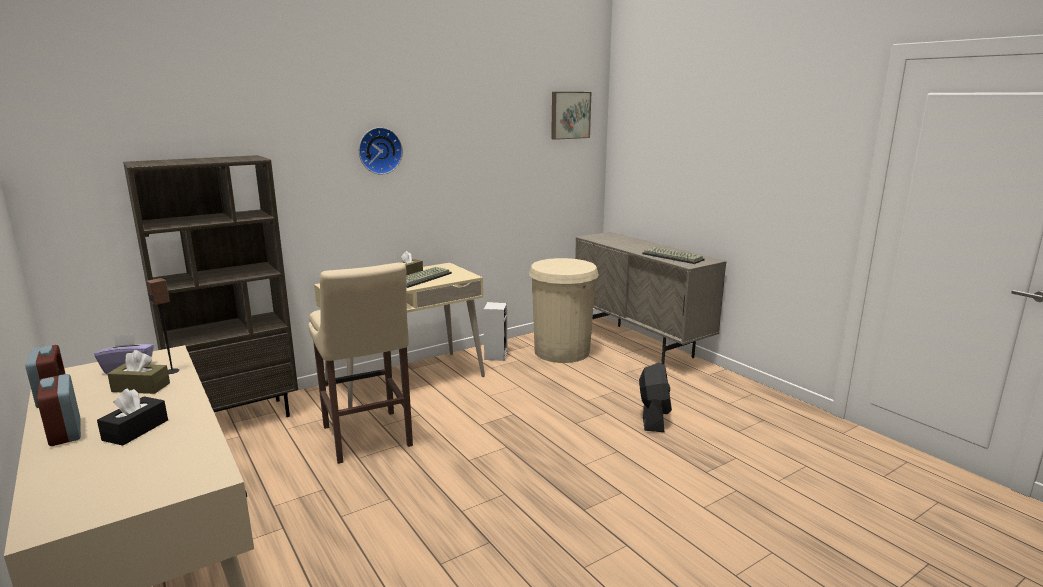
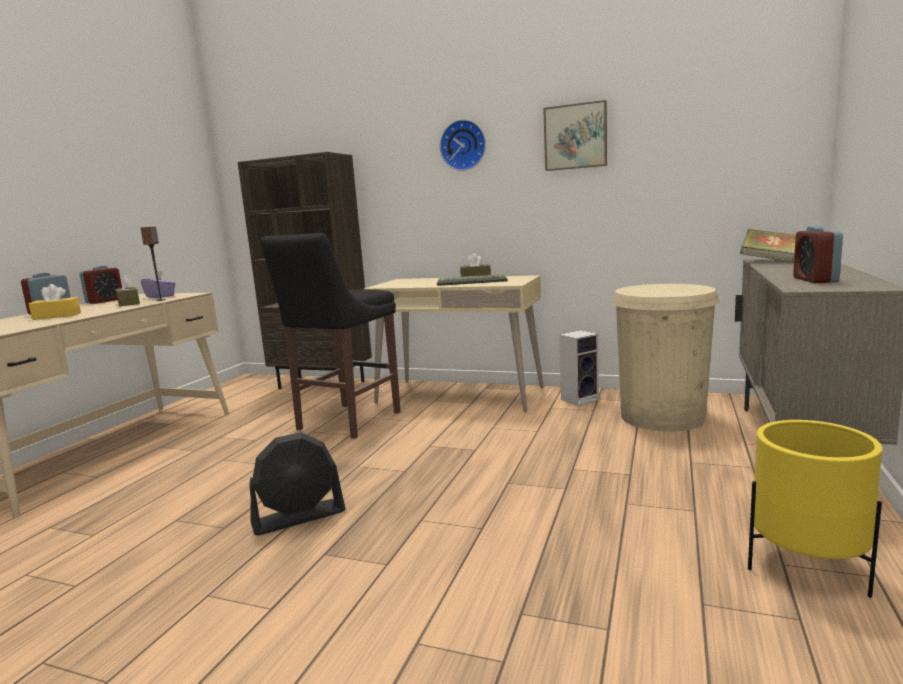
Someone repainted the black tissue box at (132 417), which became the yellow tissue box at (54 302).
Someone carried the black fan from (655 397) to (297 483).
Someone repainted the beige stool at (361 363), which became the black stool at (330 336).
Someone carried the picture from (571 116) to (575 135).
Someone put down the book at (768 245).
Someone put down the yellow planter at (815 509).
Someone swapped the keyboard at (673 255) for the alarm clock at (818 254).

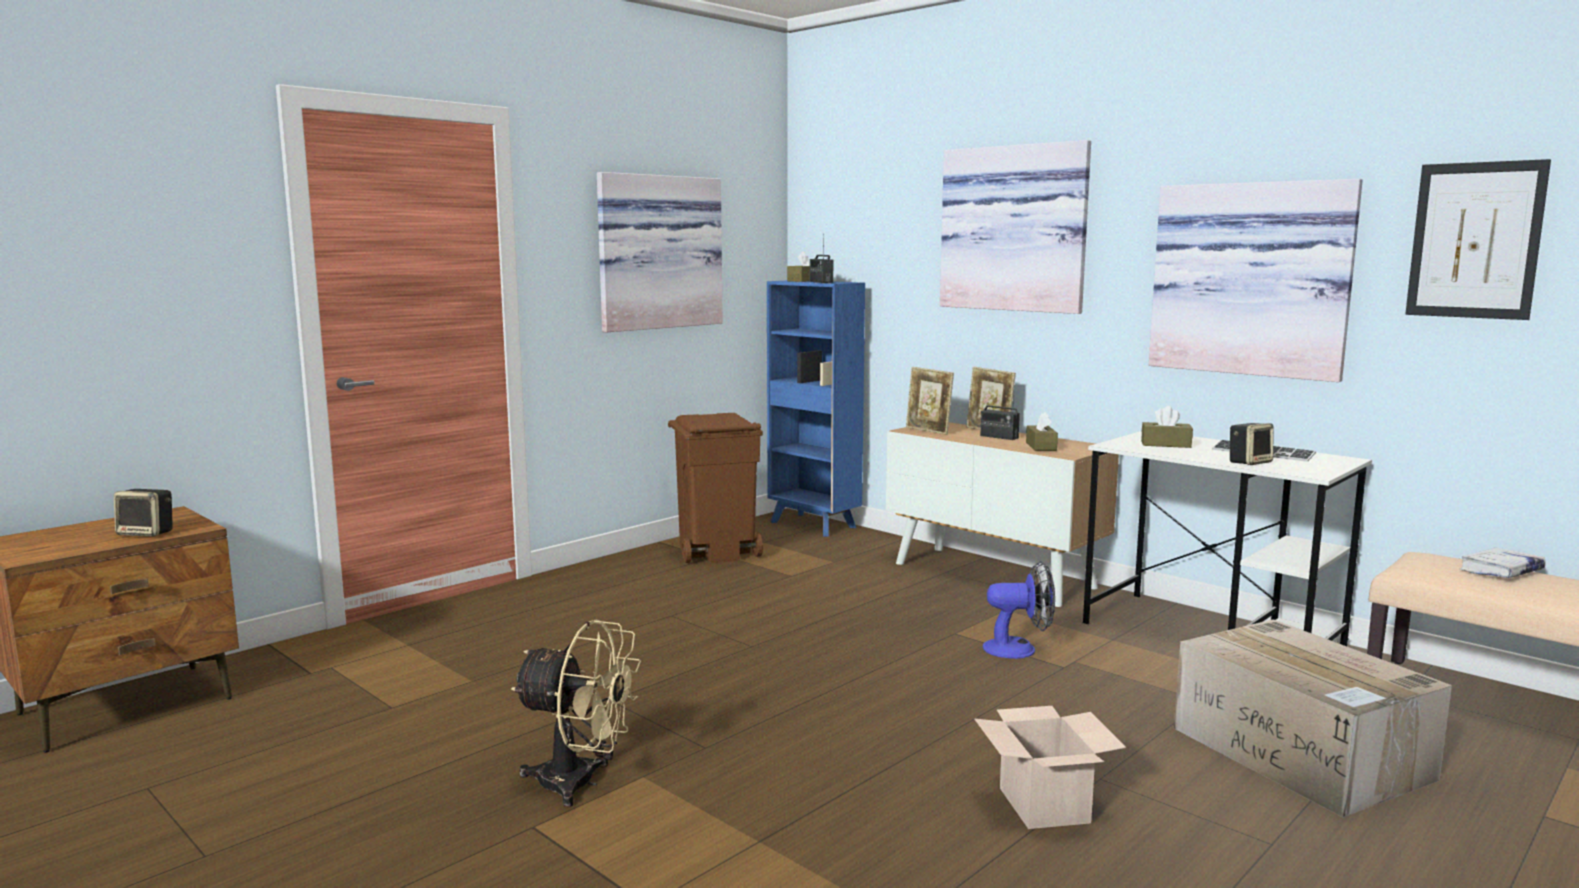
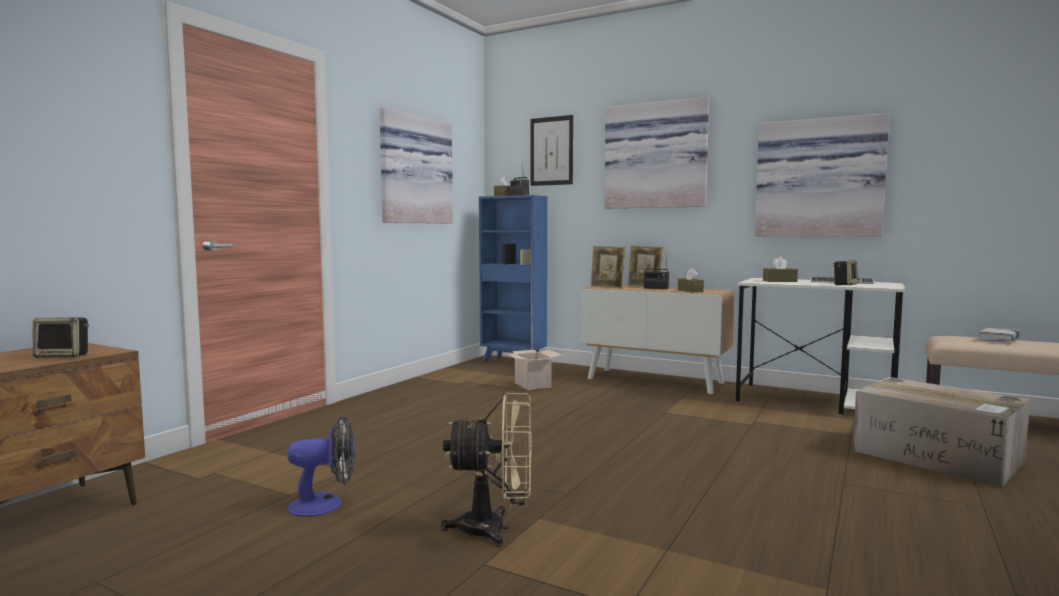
Someone carried the fan from (1019 610) to (321 466).
Someone carried the cardboard box from (1050 767) to (533 370).
Someone carried the picture from (1478 239) to (551 150).
Someone took away the brown trash can at (715 488).

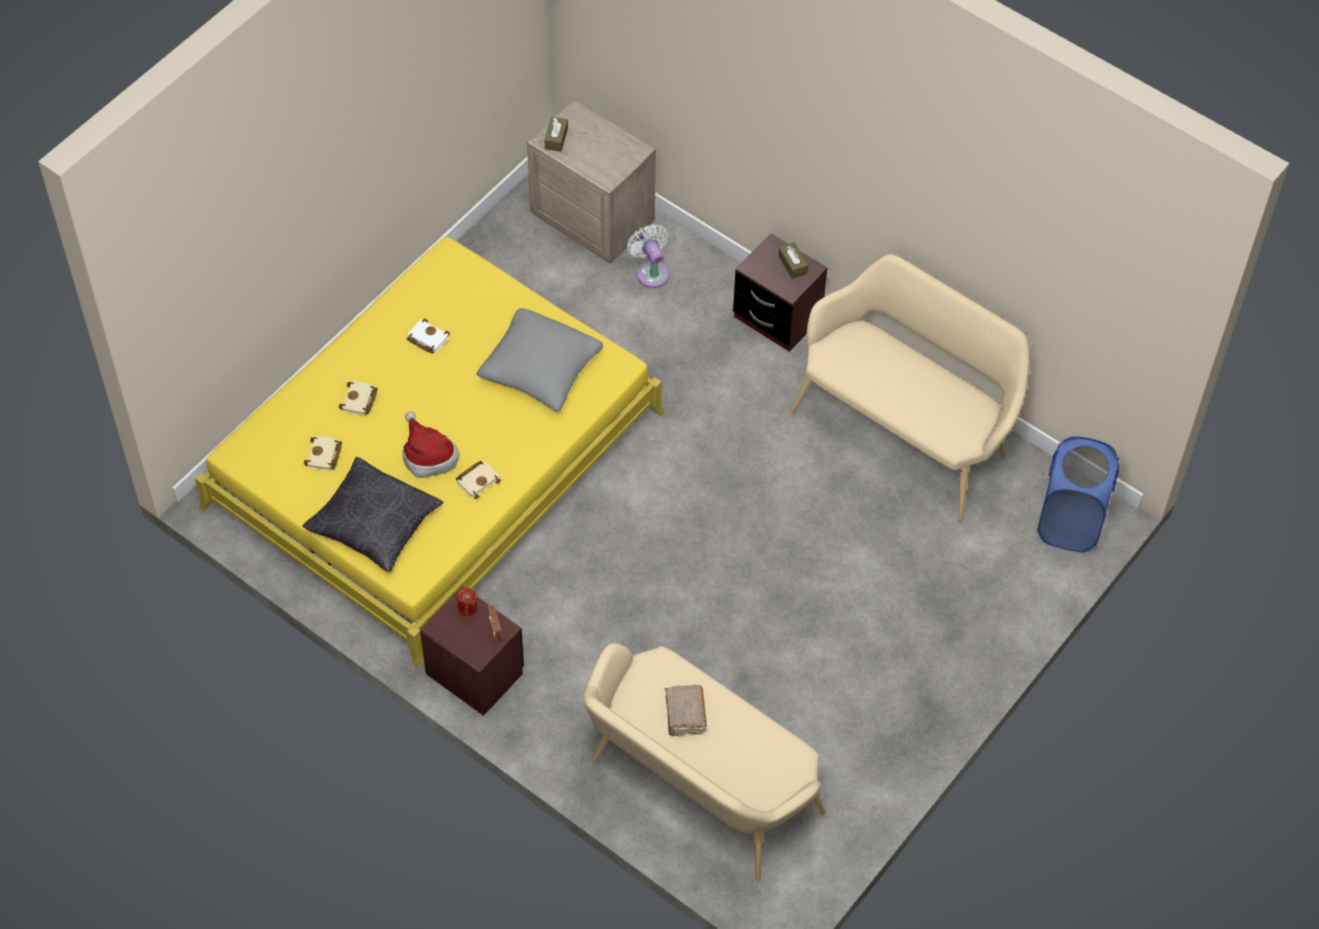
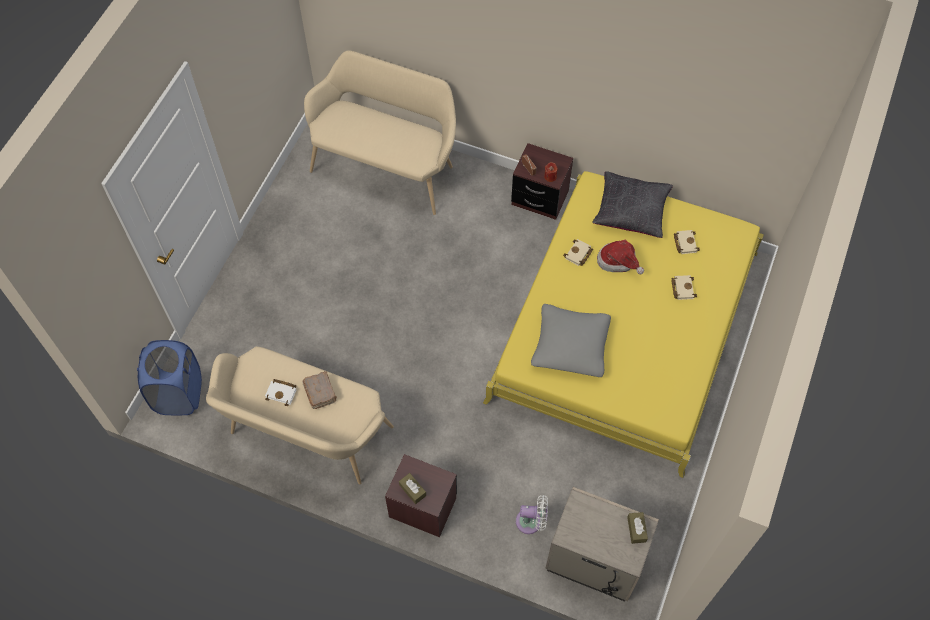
Someone carried the white book from (428 336) to (280 393).
Someone carried the brown book from (686 710) to (319 390).
Someone rotated the white fan at (648 256) by 45 degrees counterclockwise.

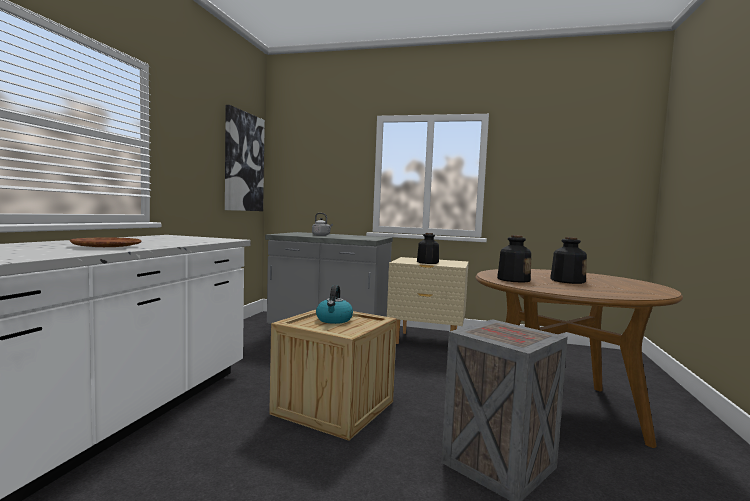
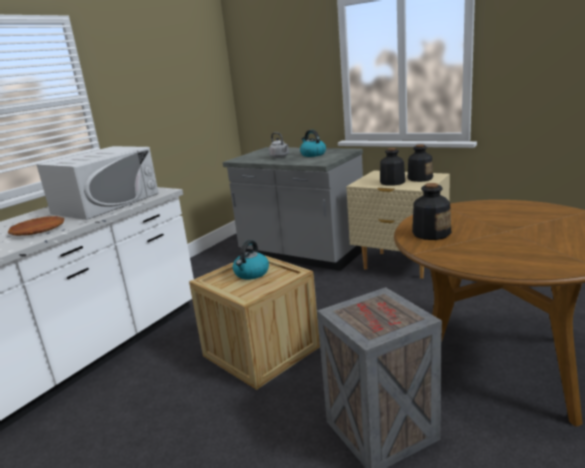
Someone put down the white microwave at (98 183).
Someone put down the kettle at (313 143).
Someone carried the bottle from (568 260) to (420 163).
Someone took away the picture at (245 158).

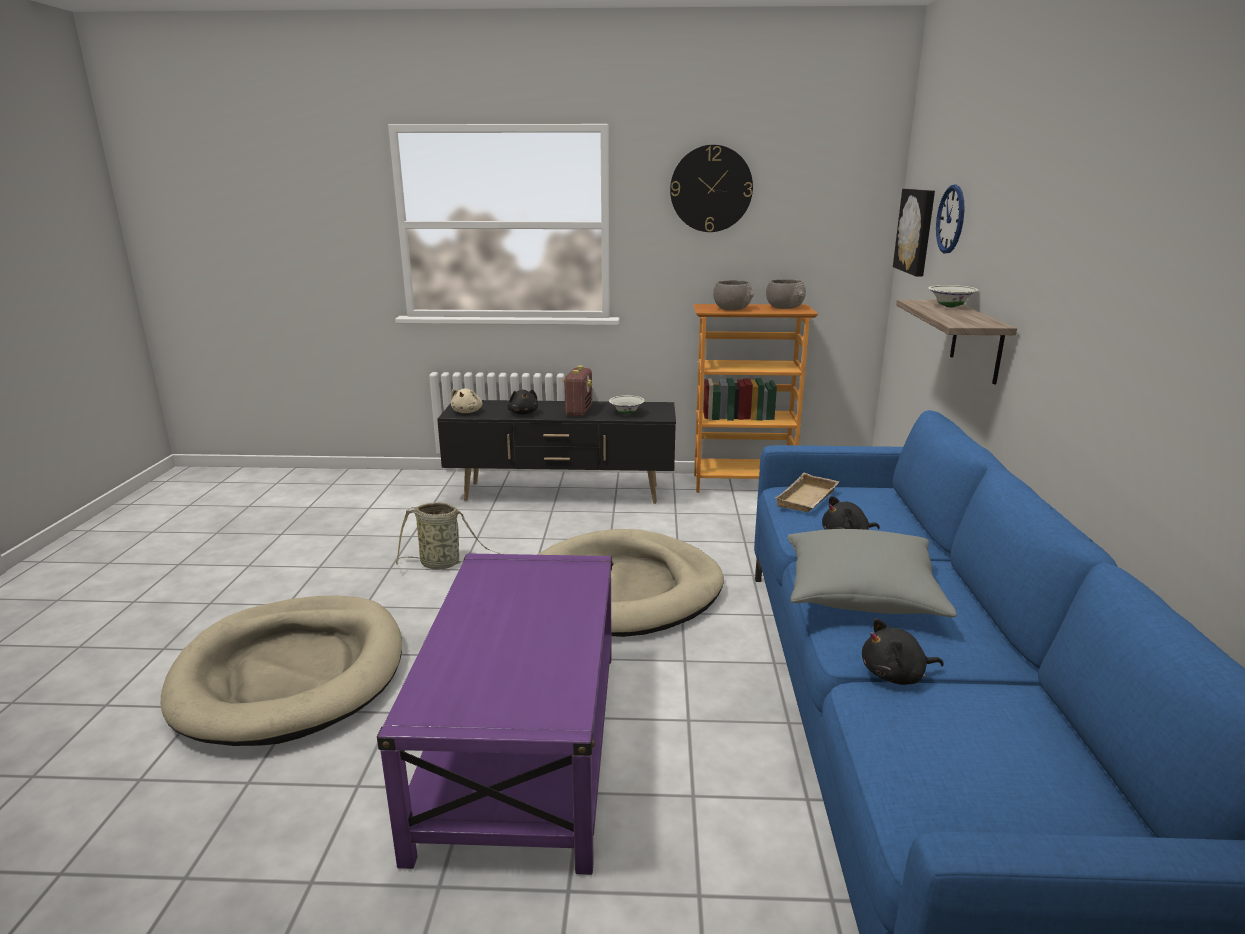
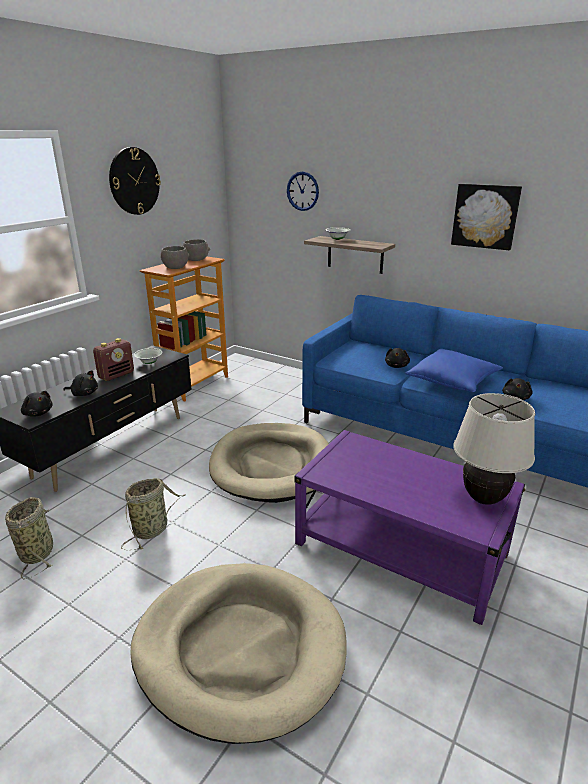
Someone put down the basket at (29 538).
Someone repainted the beige plush toy at (466 400), which became the black plush toy at (37 404).
Someone rotated the radio at (577 390) by 90 degrees clockwise.
Someone repainted the grey pillow at (872 573), which became the blue pillow at (454 370).
Someone carried the picture from (914 232) to (486 217).
Someone put down the beige table lamp at (494 449).
Someone took away the beige tray at (807 492).

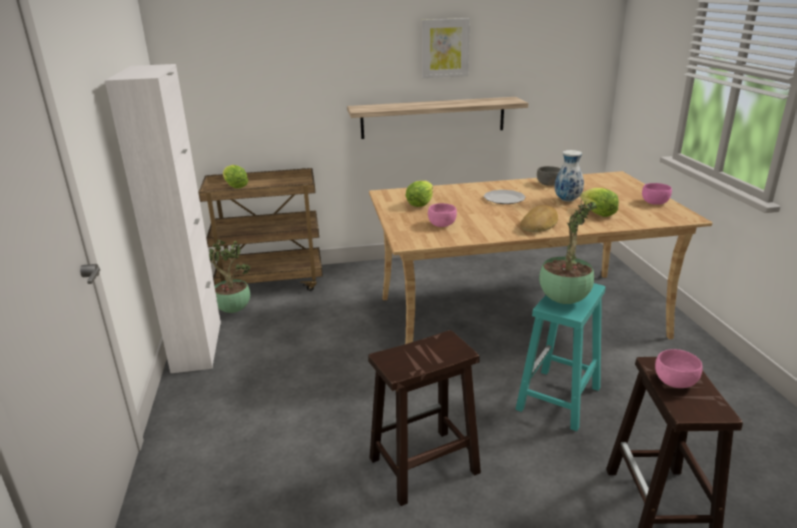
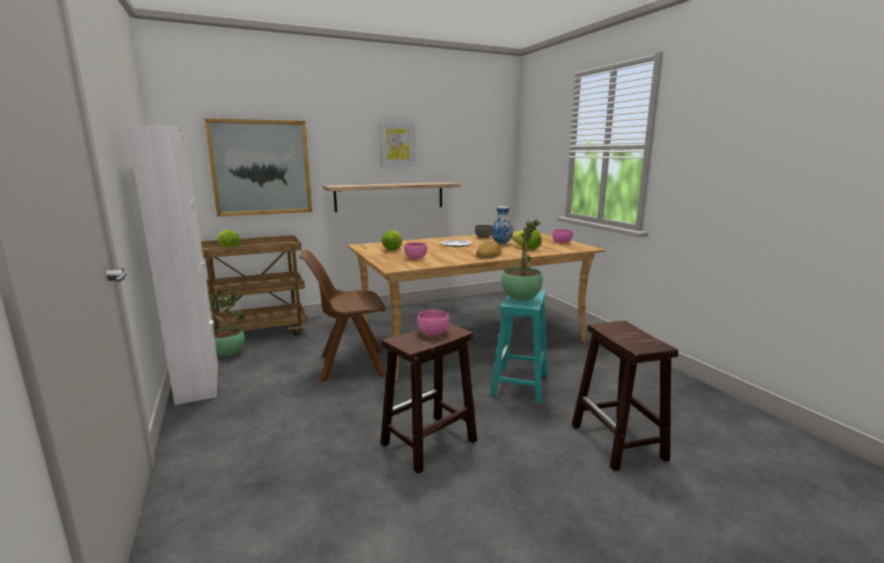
Someone put up the picture at (258 167).
Someone put down the brown chair at (342 316).
Someone carried the pink bowl from (679 368) to (433 323).

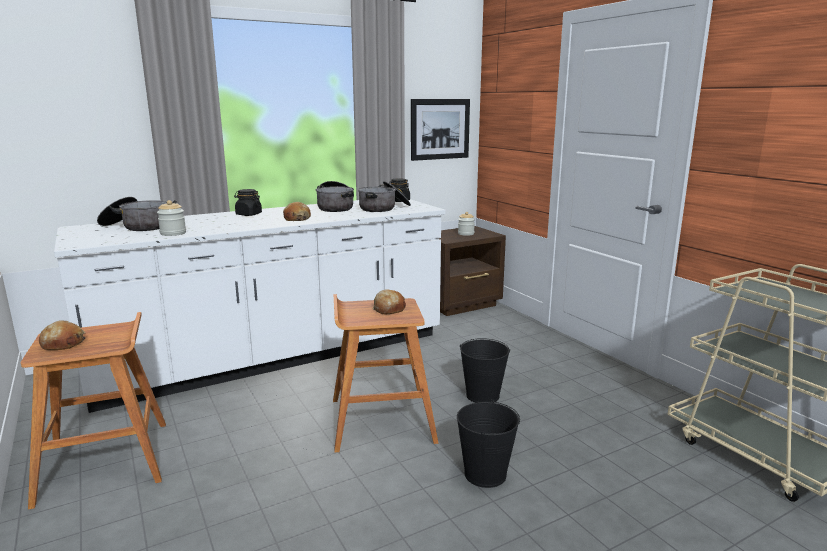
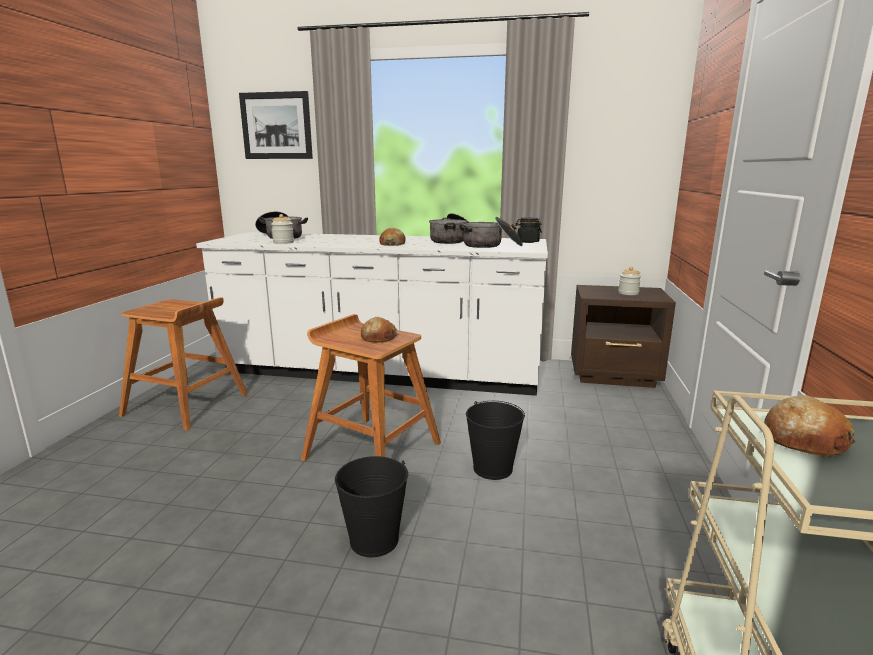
Someone carried the picture from (440 130) to (276 125).
Someone carried the bread from (62 335) to (810 425).
Someone took away the black jar at (248 202).

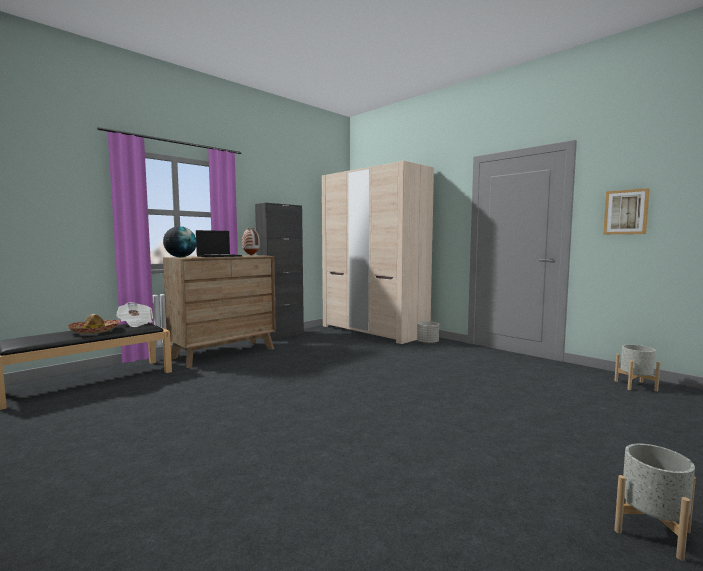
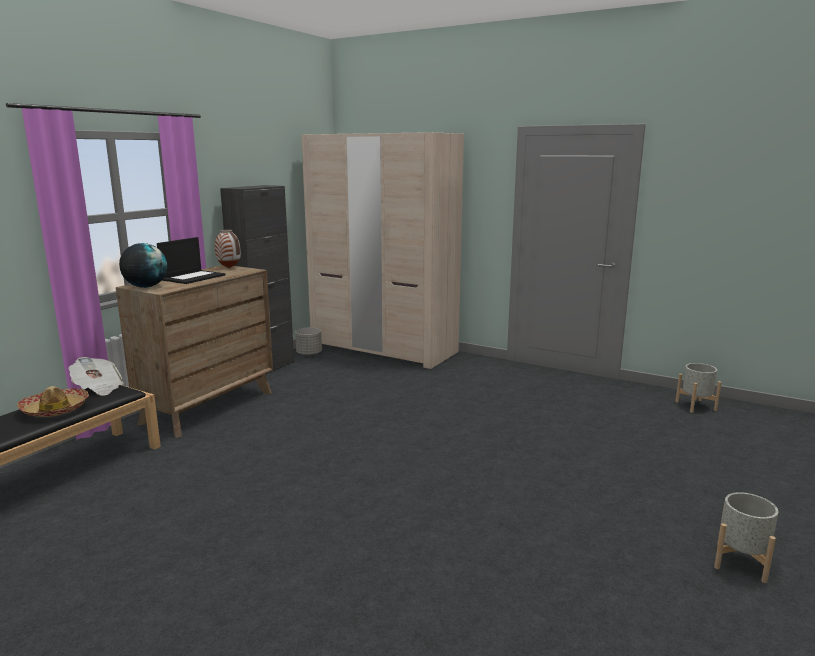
Someone carried the grey planter from (428 332) to (308 341).
Someone took away the picture at (626 211).

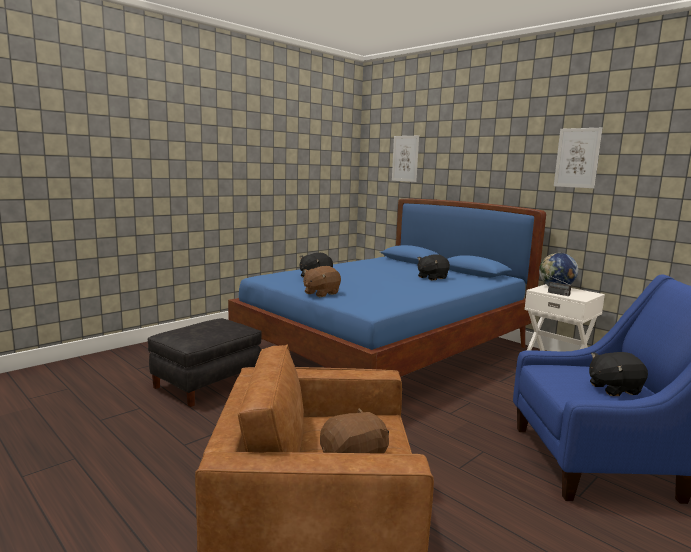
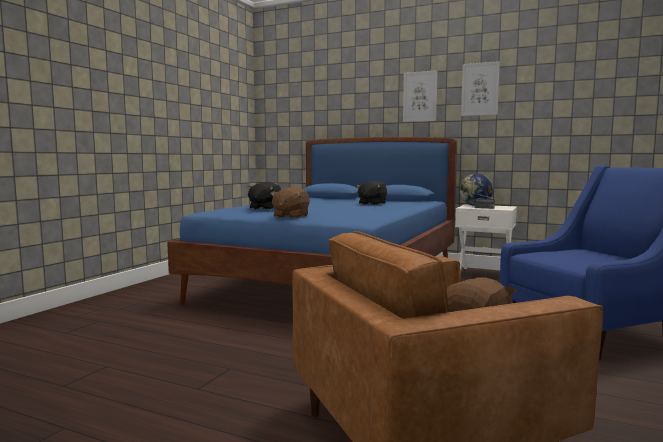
Someone carried the picture from (405 159) to (420 96).
Someone took away the black ottoman at (205 362).
Someone took away the black plush toy at (618 374).

